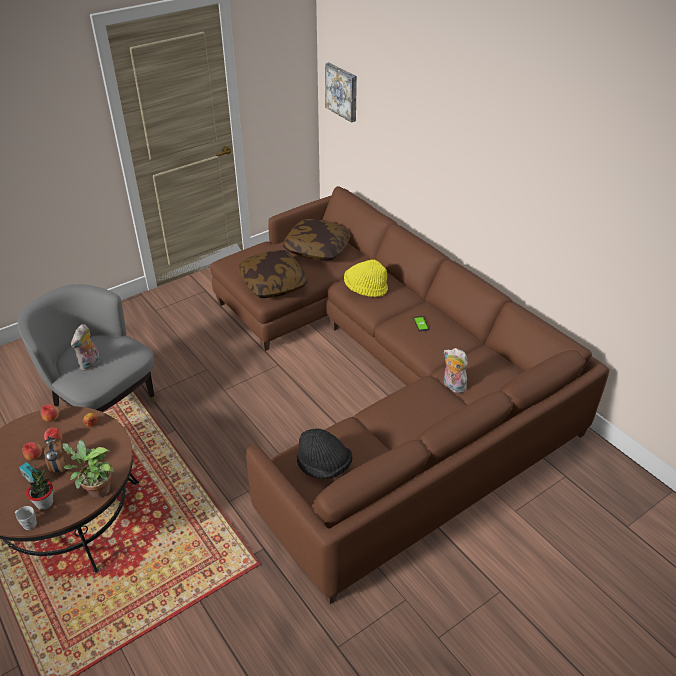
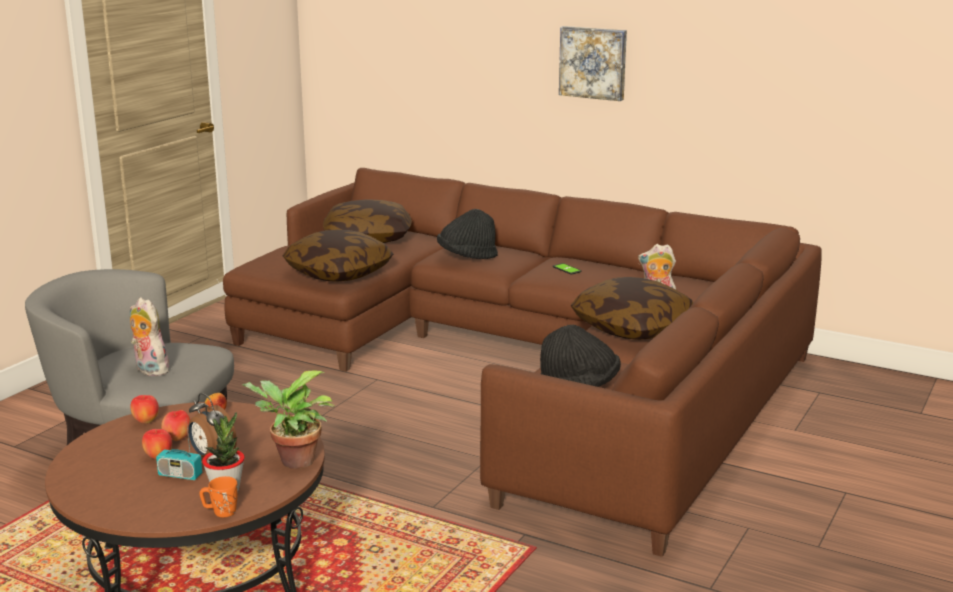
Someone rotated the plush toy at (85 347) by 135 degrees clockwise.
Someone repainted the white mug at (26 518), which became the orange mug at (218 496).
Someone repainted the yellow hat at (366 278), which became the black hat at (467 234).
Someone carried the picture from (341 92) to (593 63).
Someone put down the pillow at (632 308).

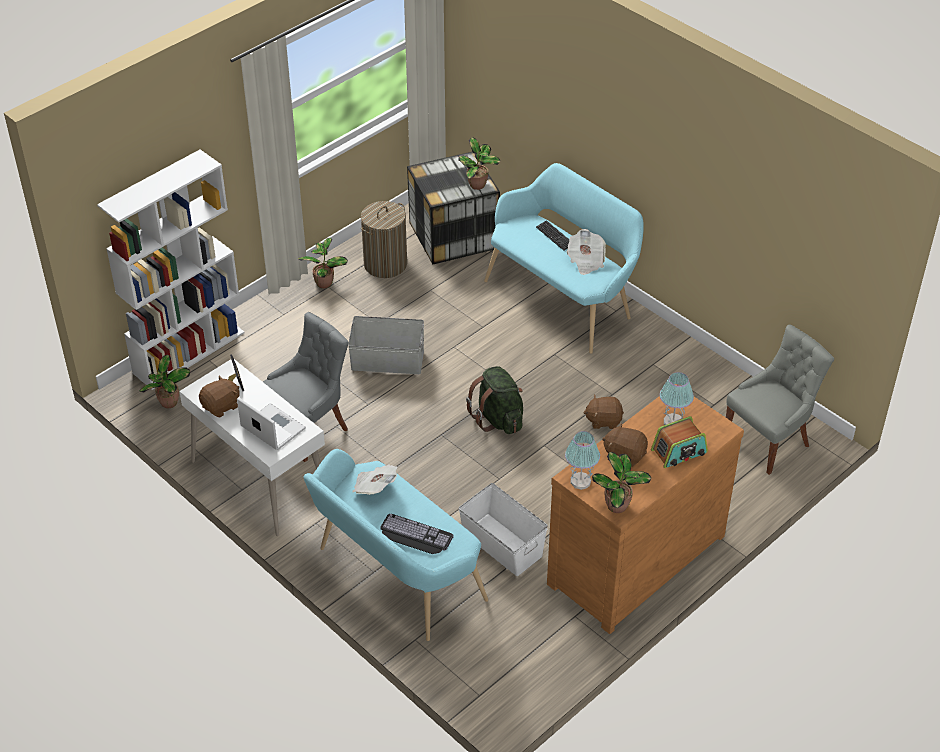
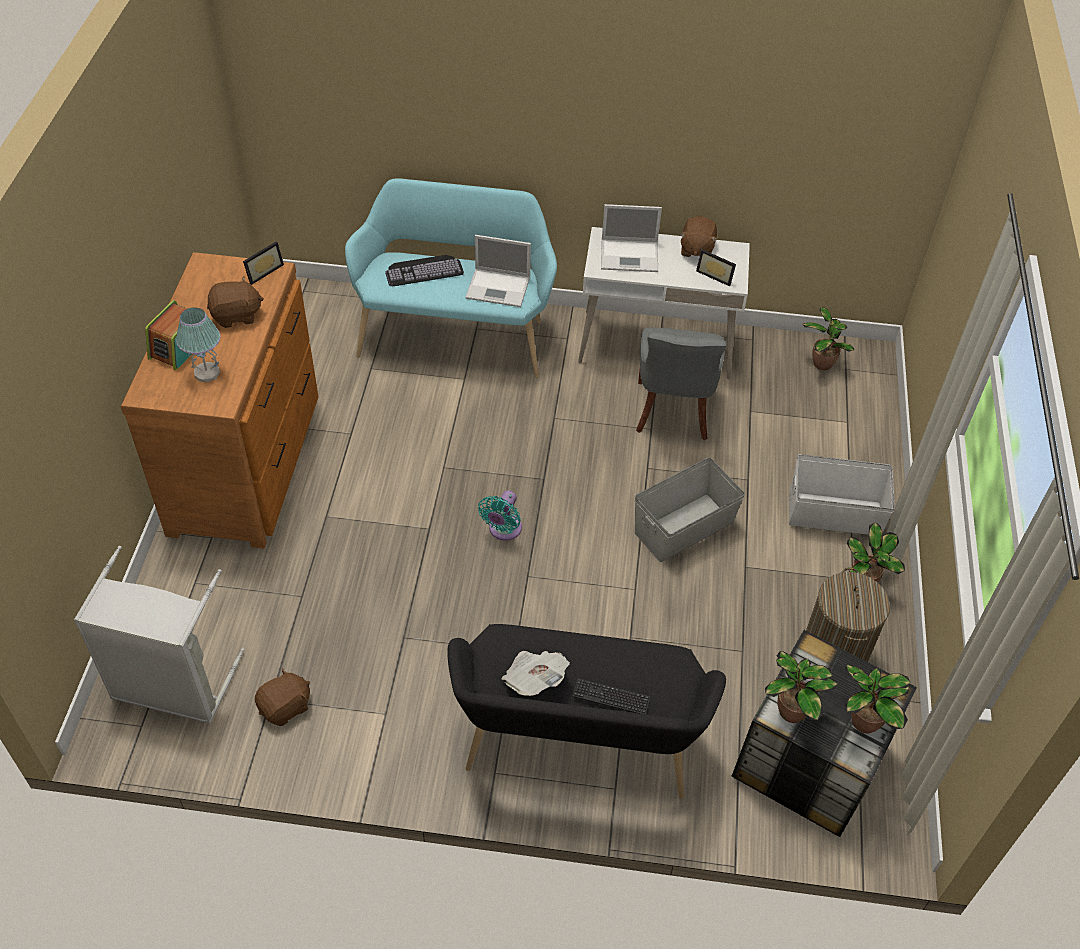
Someone swapped the grey chair at (780 399) for the grey laundry basket at (159 635).
Someone swapped the table lamp at (582 460) for the picture frame at (263 263).
Someone carried the brown plush toy from (603 412) to (282 697).
Someone repainted the turquoise bench at (564 258), which became the black bench at (586 711).
Someone swapped the newspaper at (375 480) for the laptop at (498 271).
Someone swapped the green backpack at (494 400) for the turquoise fan at (500 515).
Someone carried the white storage box from (503 529) to (842 494).
Someone carried the potted plant from (621 482) to (878 699).
Someone took away the white bookcase at (170 269).

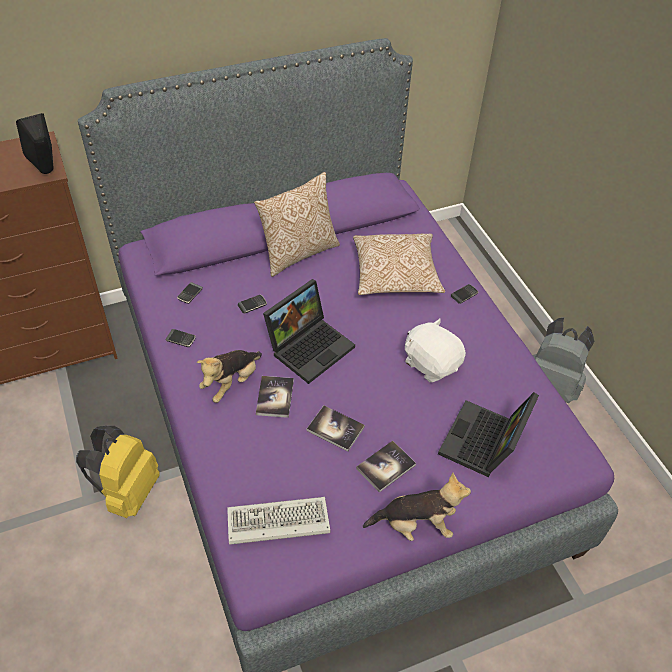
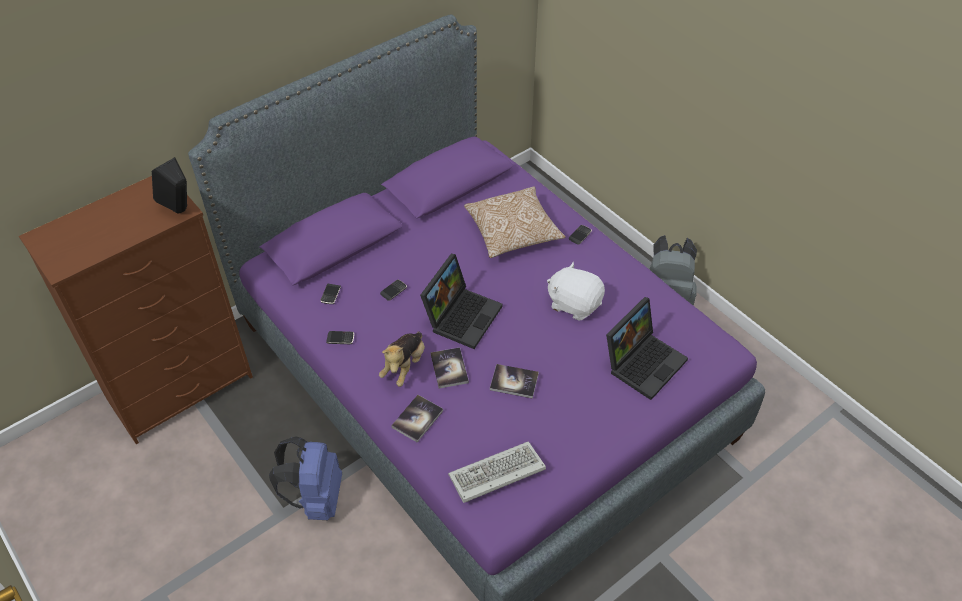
Someone repainted the yellow backpack at (118 472), which became the blue backpack at (305 478).
Someone carried the book from (386 467) to (417 418).
Someone rotated the laptop at (488 434) by 150 degrees counterclockwise.
Someone took away the pillow at (297 224).
Someone took away the plush toy at (417 507).

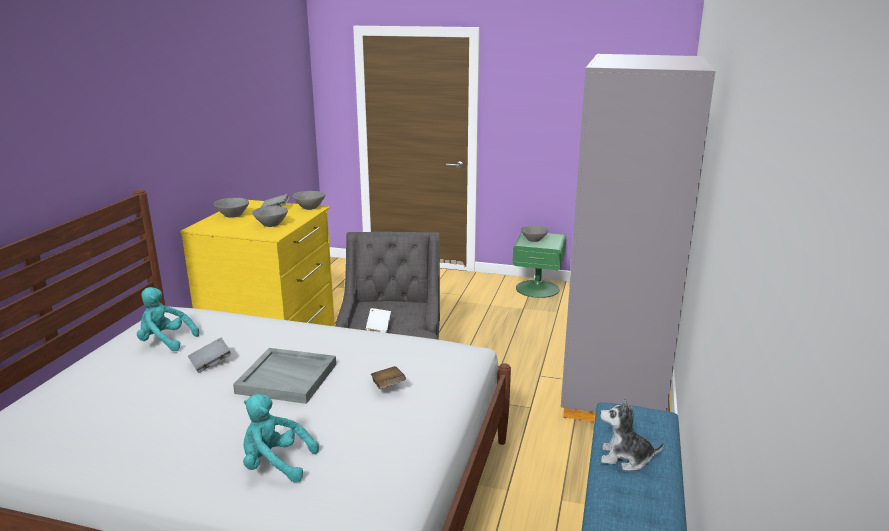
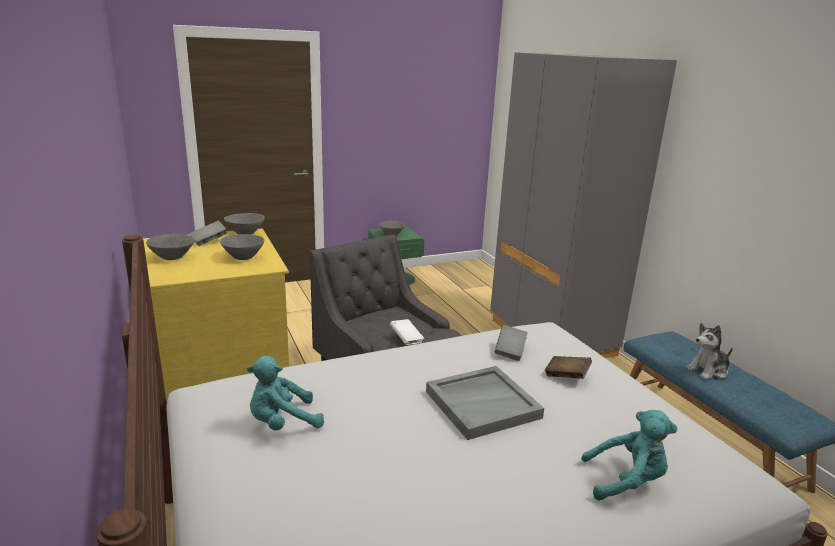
Someone carried the grey book from (210 355) to (511 343).
Someone rotated the turquoise plush toy at (281 438) by 150 degrees counterclockwise.

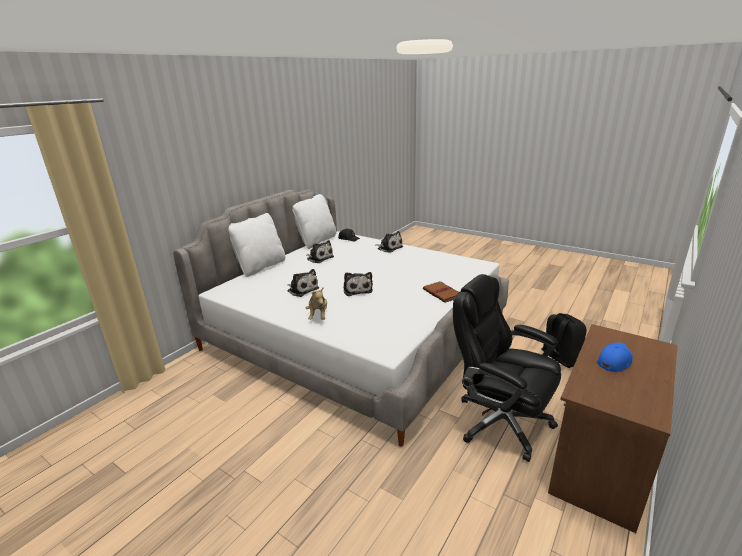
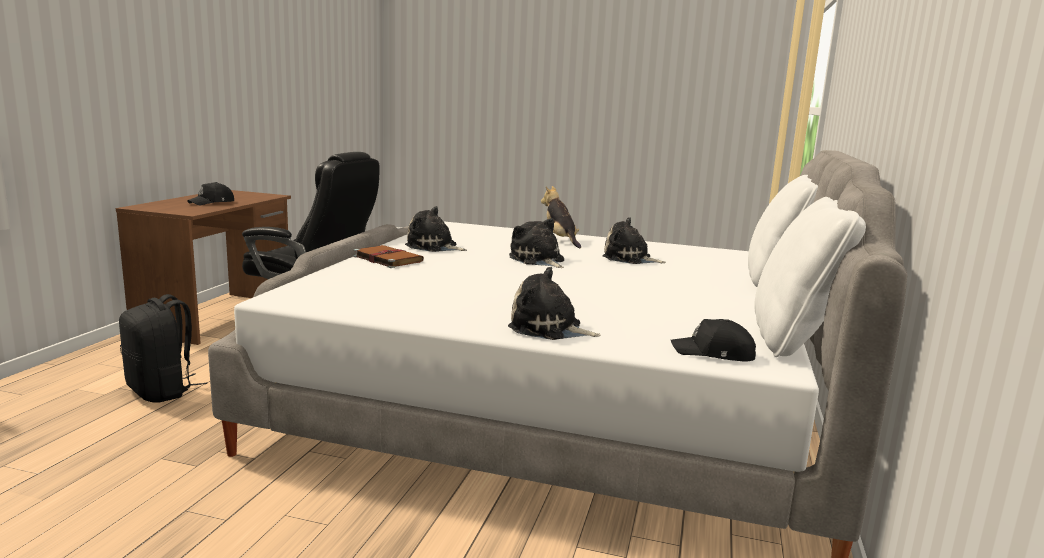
Someone repainted the blue cap at (615 357), which became the black cap at (210 193).
Someone carried the plush toy from (320 251) to (436 229).

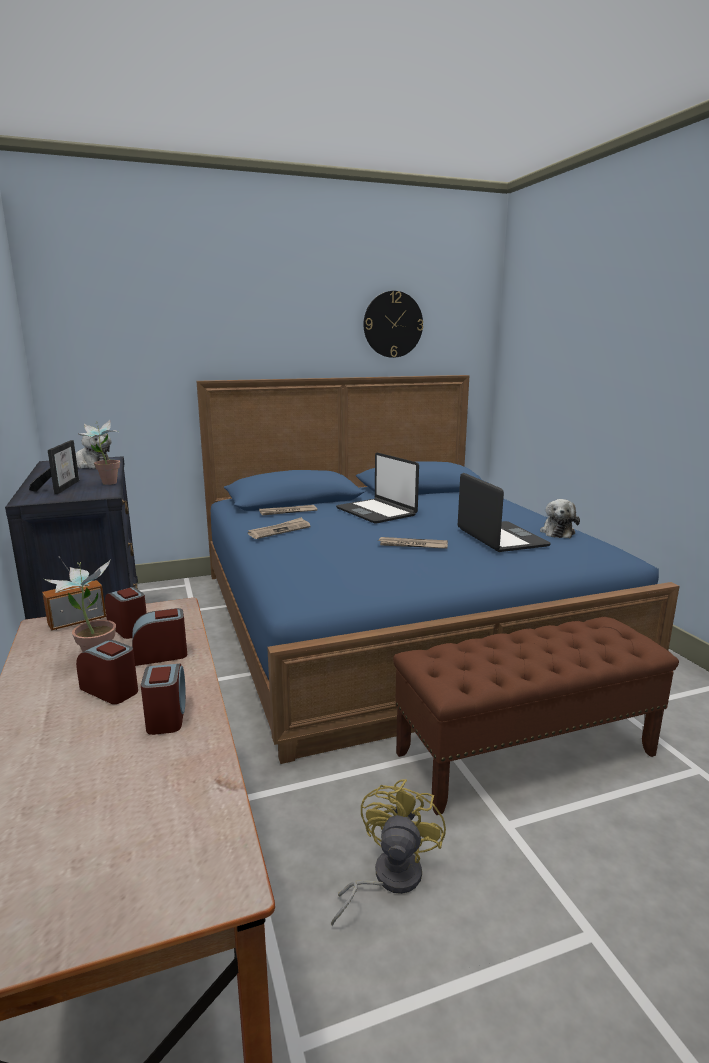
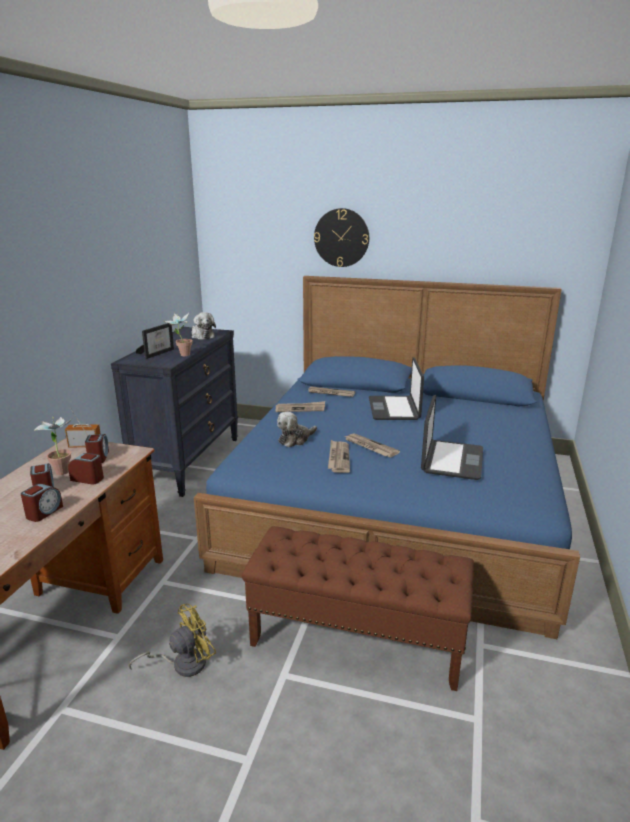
Someone carried the plush toy from (560 518) to (297 429).
Someone carried the wall clock from (393 324) to (341 237).
Someone put down the newspaper at (339 456).

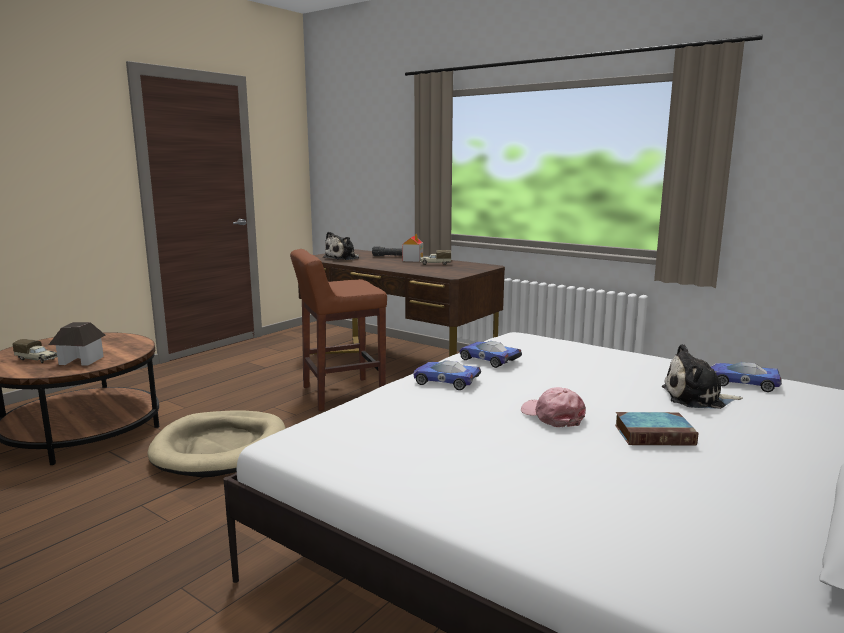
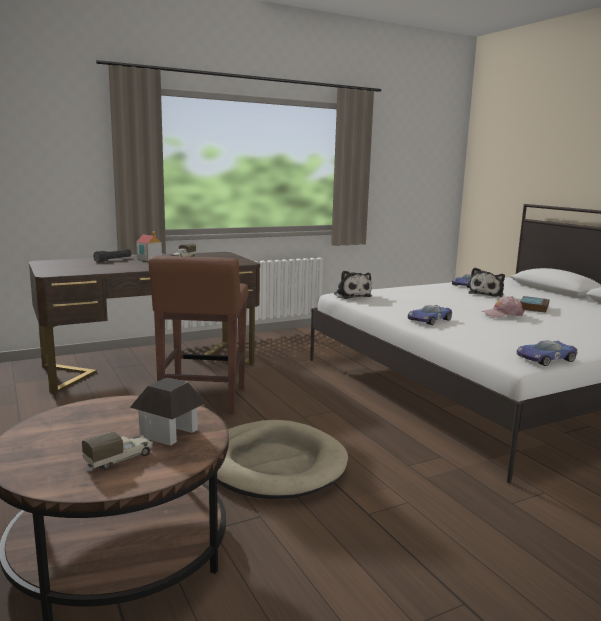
Someone carried the plush toy from (341 245) to (353 284).
Someone carried the toy car from (490 354) to (547 353).

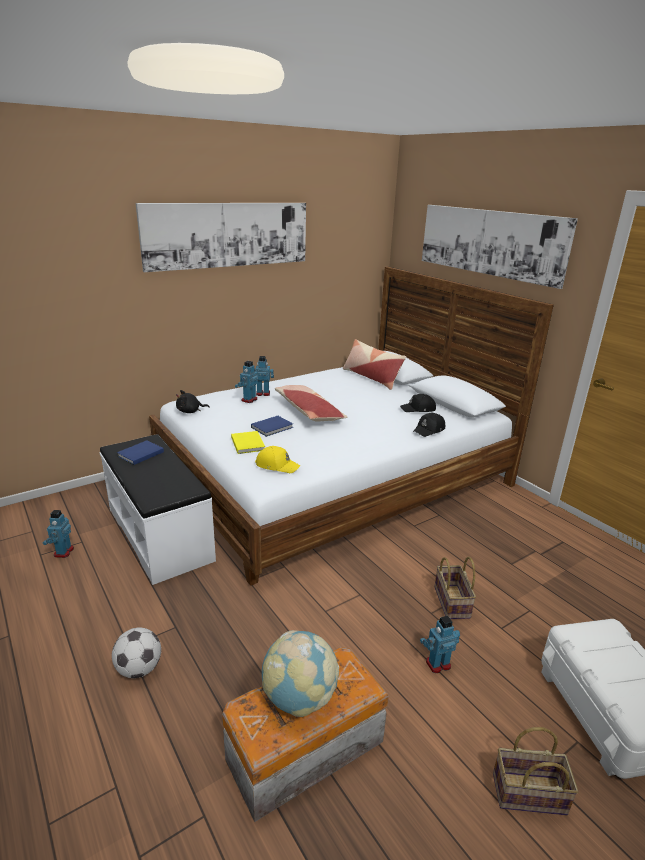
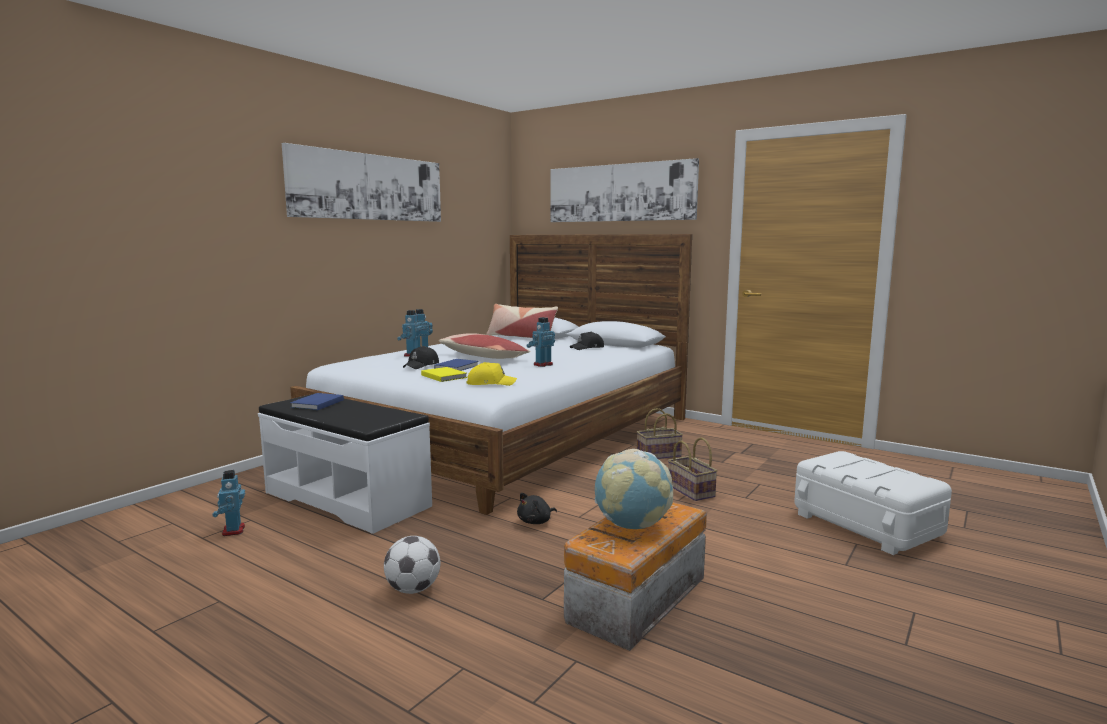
Someone carried the black cap from (429 425) to (421 357).
Someone carried the black plush toy from (193 401) to (537 508).
Someone carried the toy robot from (440 644) to (540 342).
Someone carried the basket from (536 771) to (660 433).

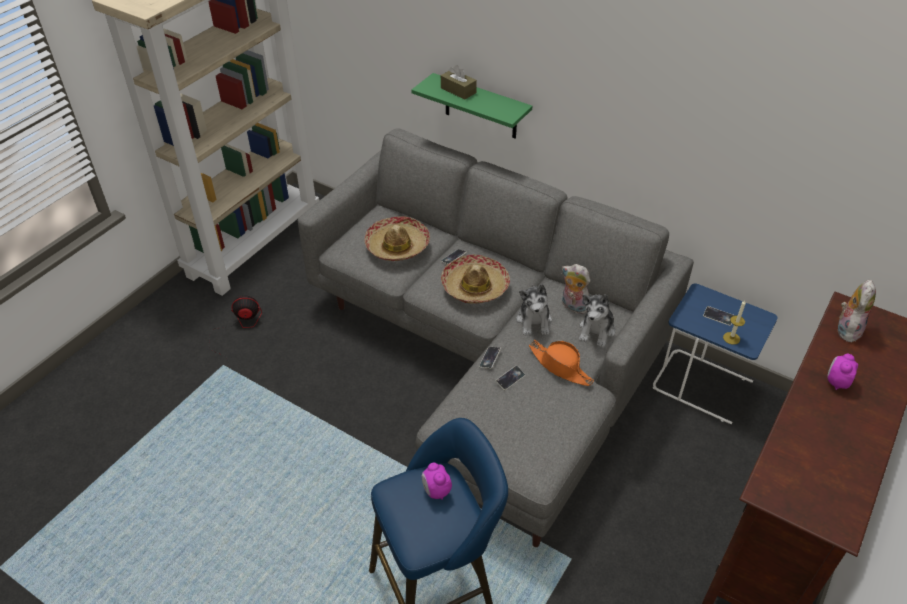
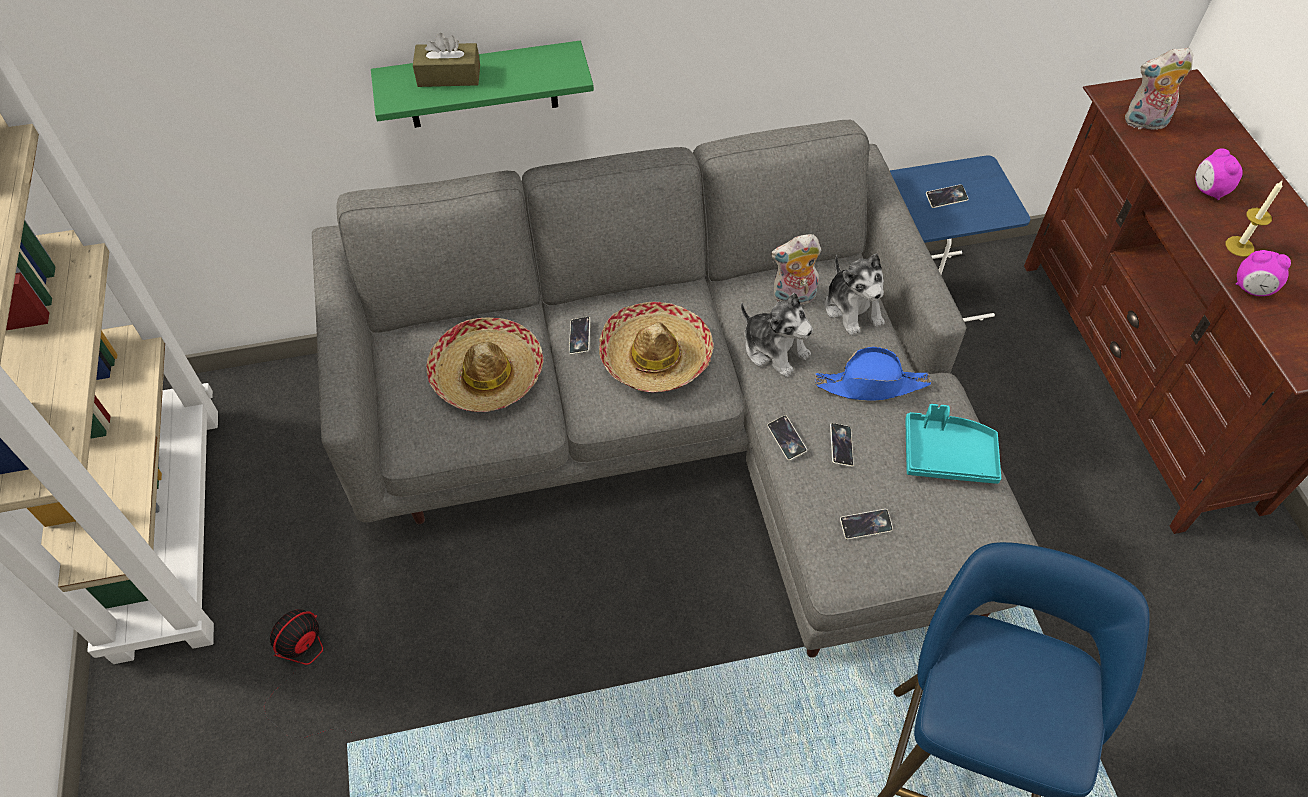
Someone repainted the orange hat at (561 363), which became the blue hat at (873 374).
Someone put down the phone at (866 524).
Someone put down the turquoise tray at (953 444).
Someone rotated the plush toy at (856 311) by 75 degrees counterclockwise.
Someone carried the candle from (734 322) to (1254 218).
Someone carried the alarm clock from (437 481) to (1263 273).

